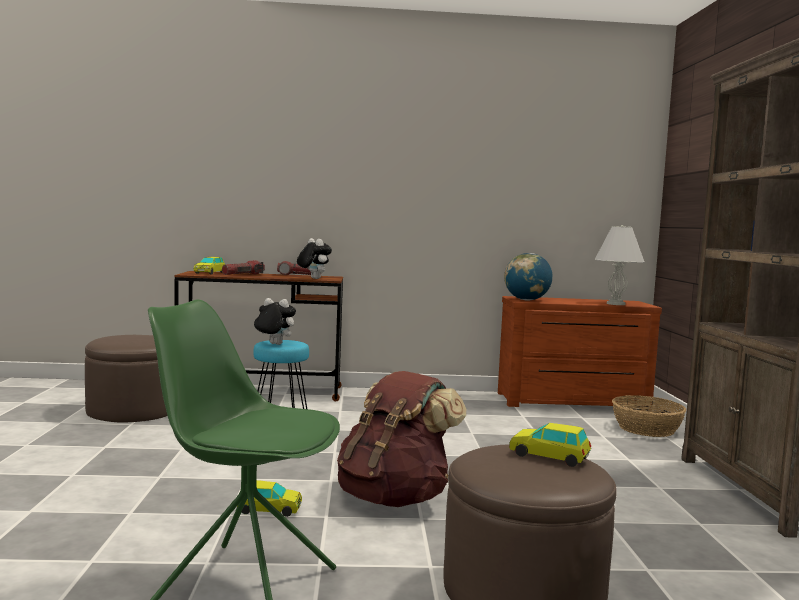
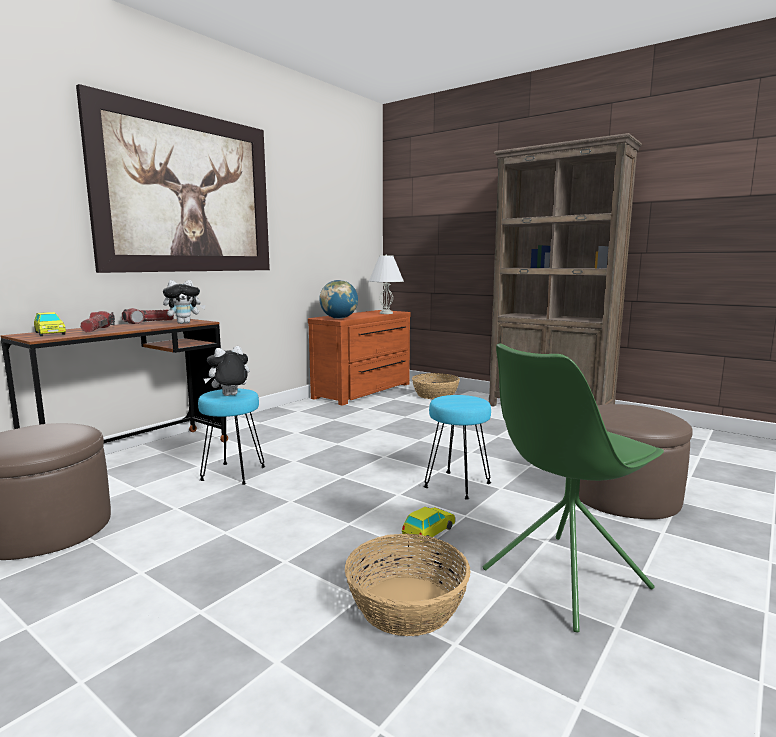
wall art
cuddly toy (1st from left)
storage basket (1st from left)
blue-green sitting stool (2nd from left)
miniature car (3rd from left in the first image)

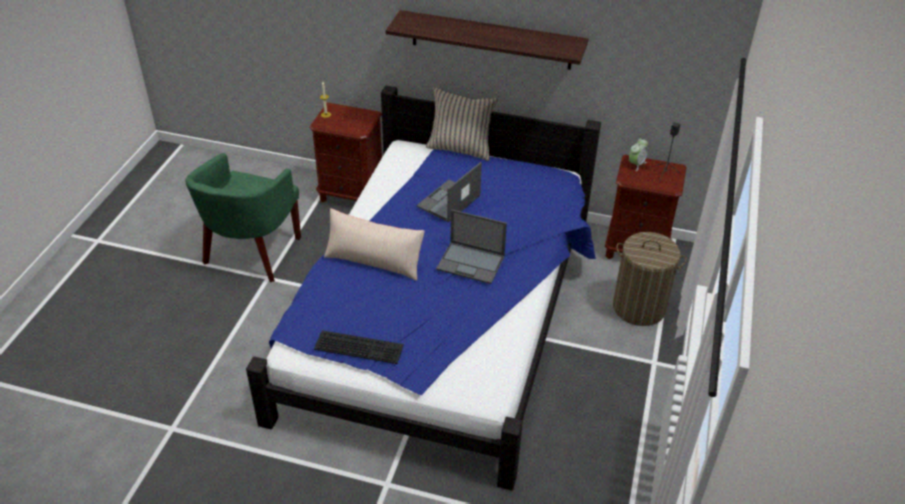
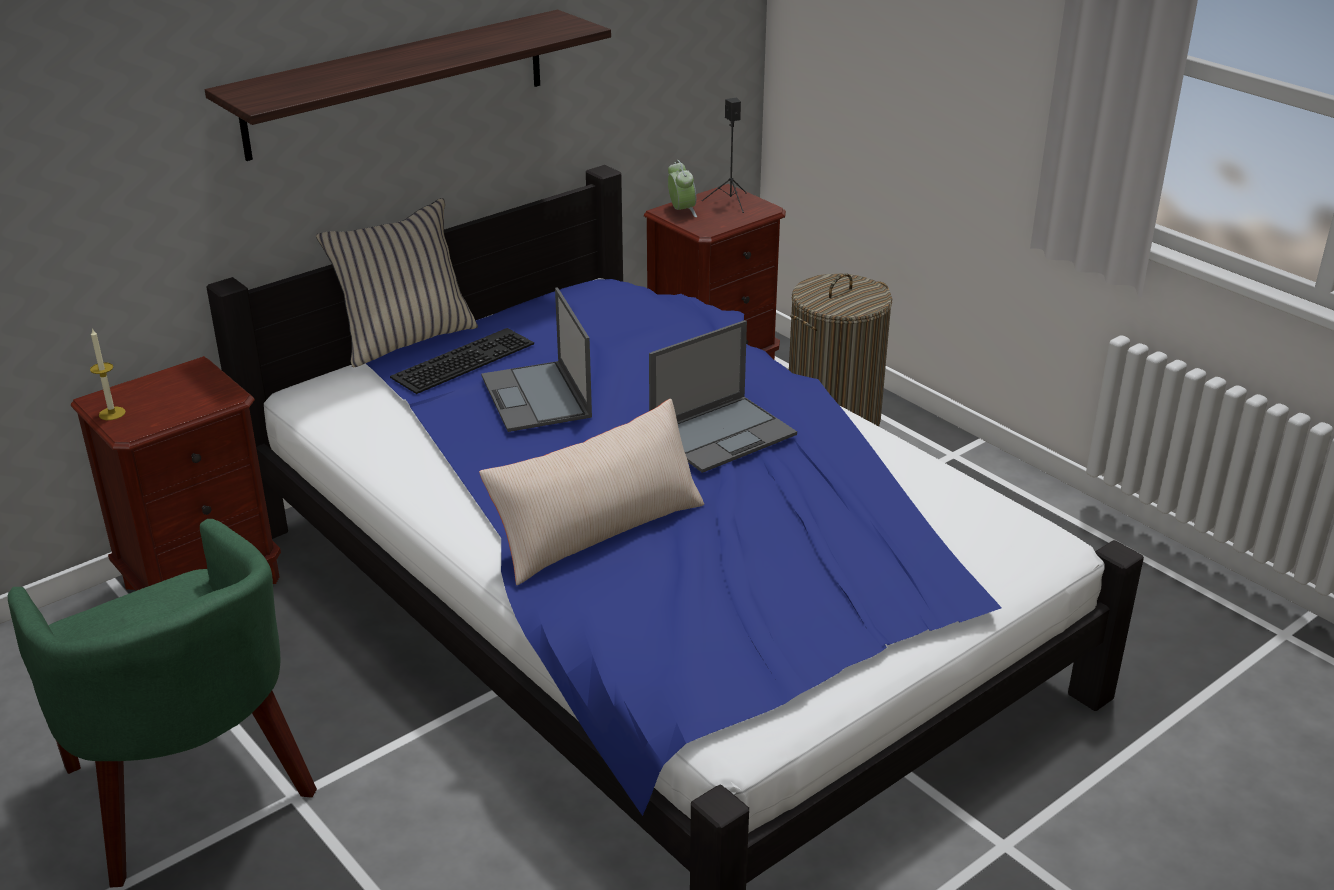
computer keyboard

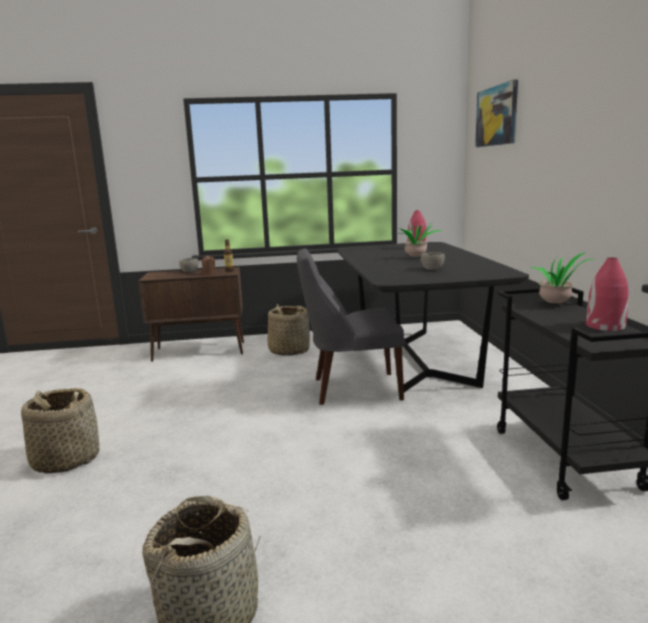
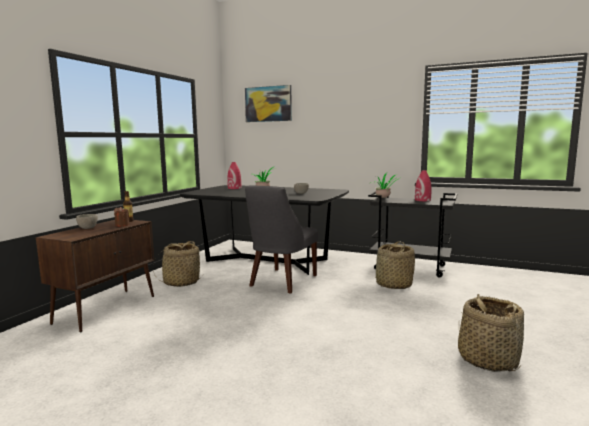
storage basket (2nd from left)

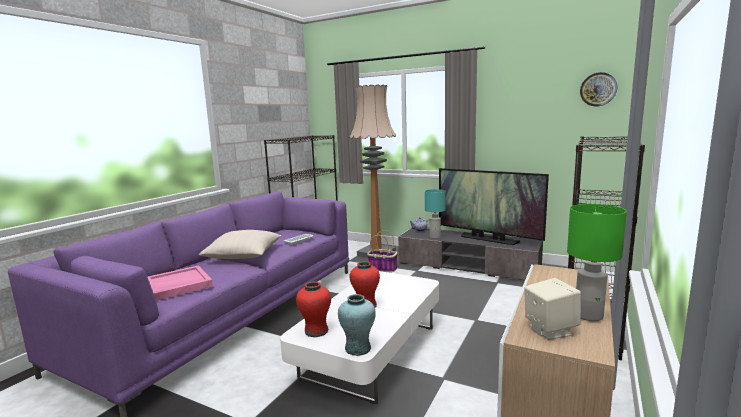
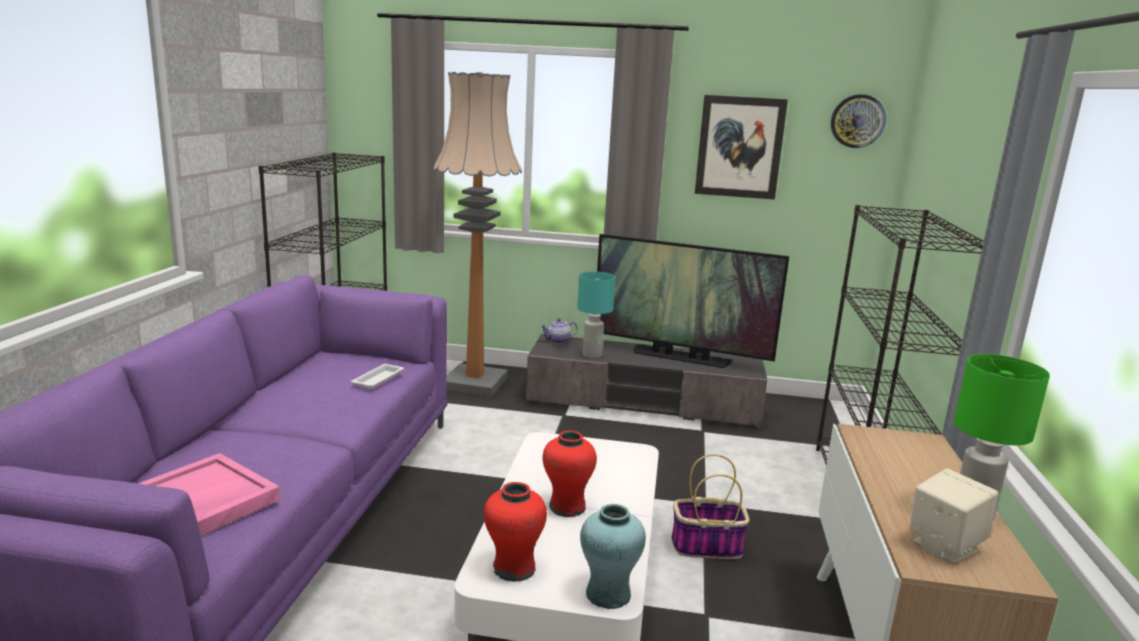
storage basket
wall art
beige-coloured cushion

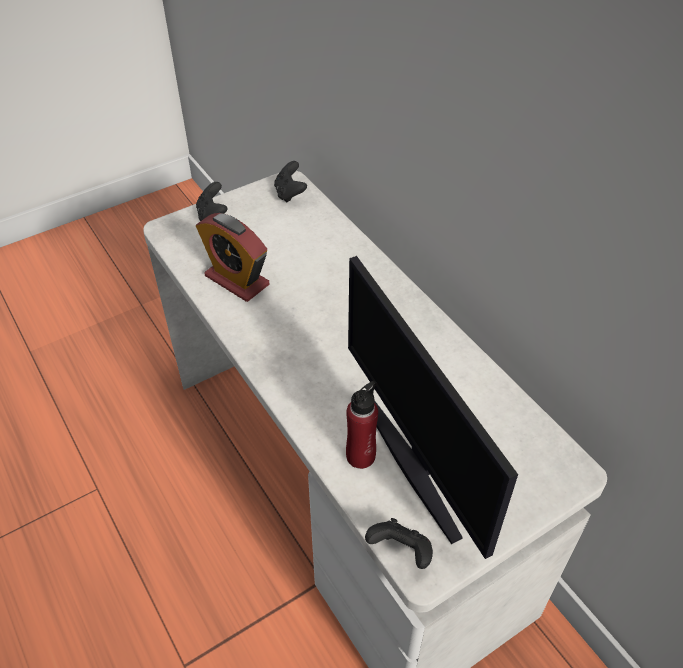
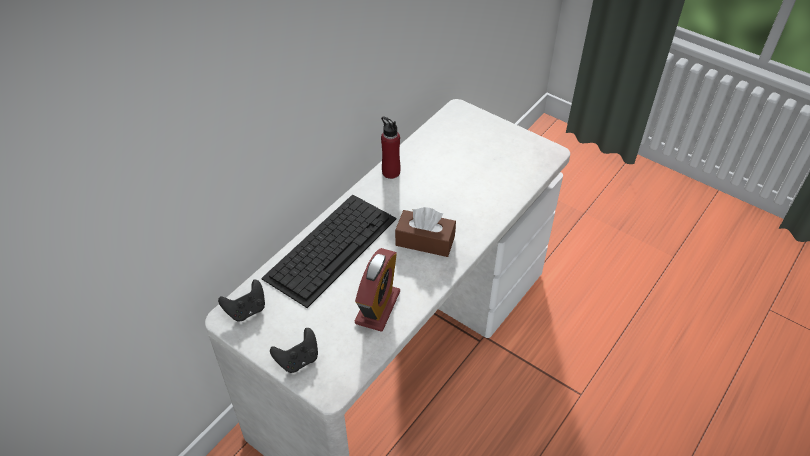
computer keyboard
red-coloured beverage bottle
brownish tissue box
monitor
blackish gamepad (3rd from left in the first image)

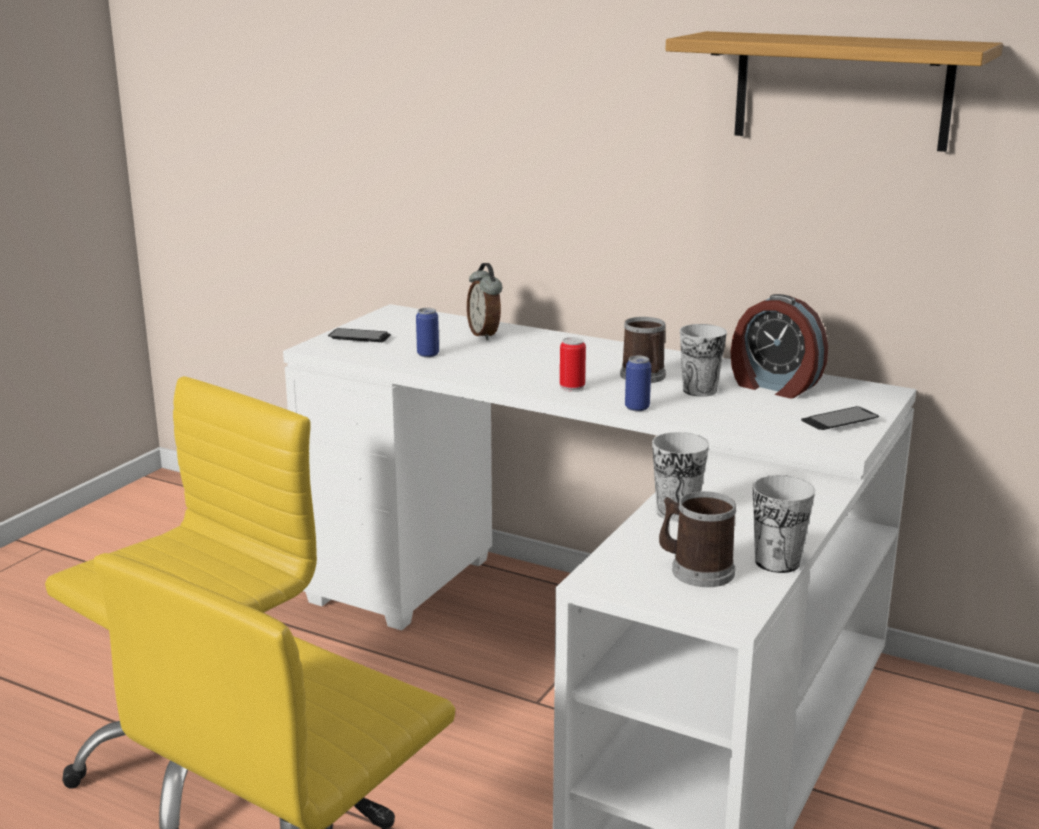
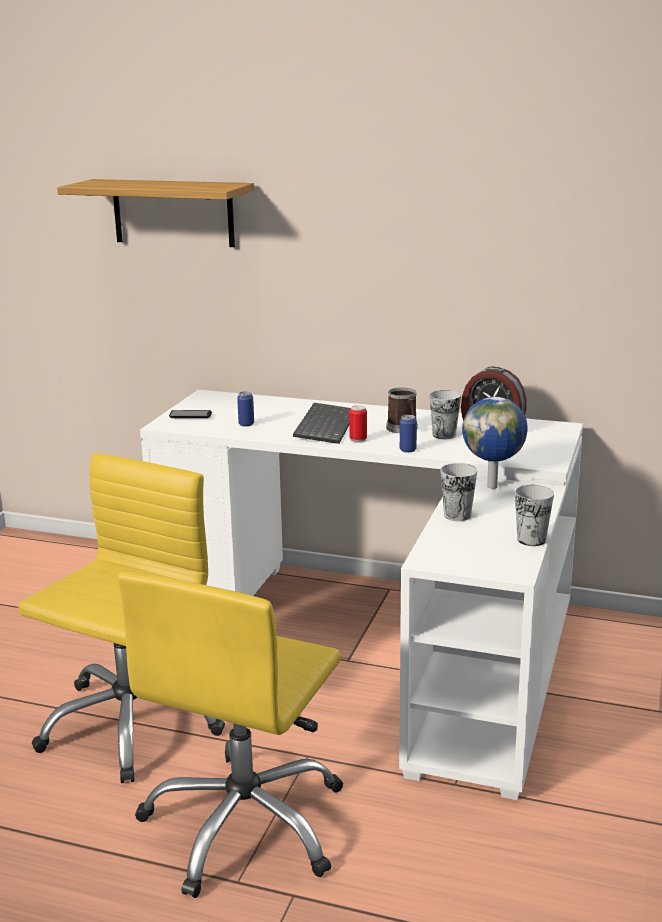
shelf
computer keyboard
globe
bedside clock (1st from left in the first image)
tea mug (2nd from left in the first image)
phone (2nd from left in the first image)

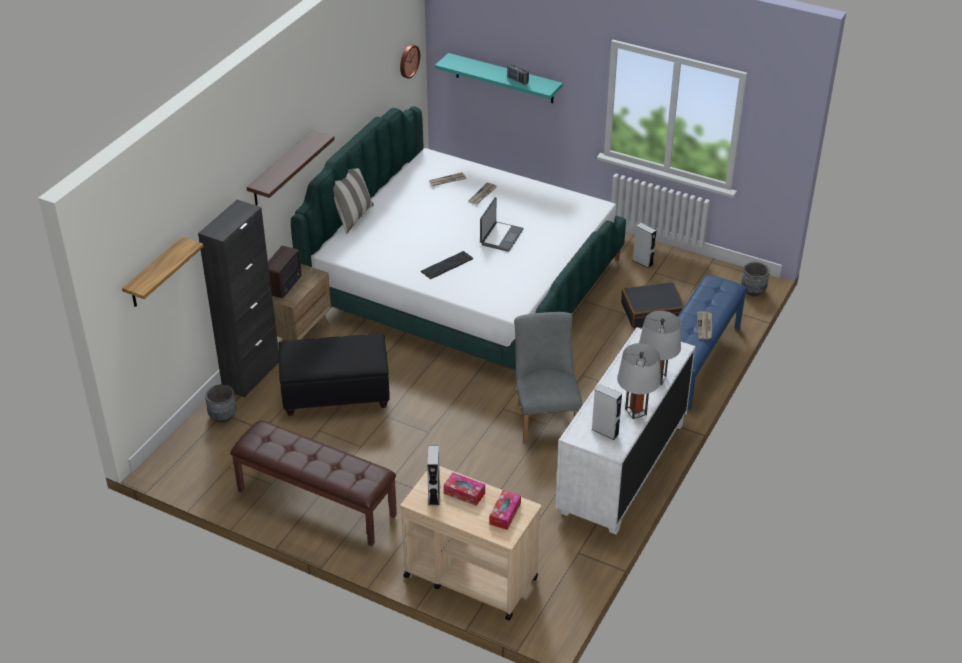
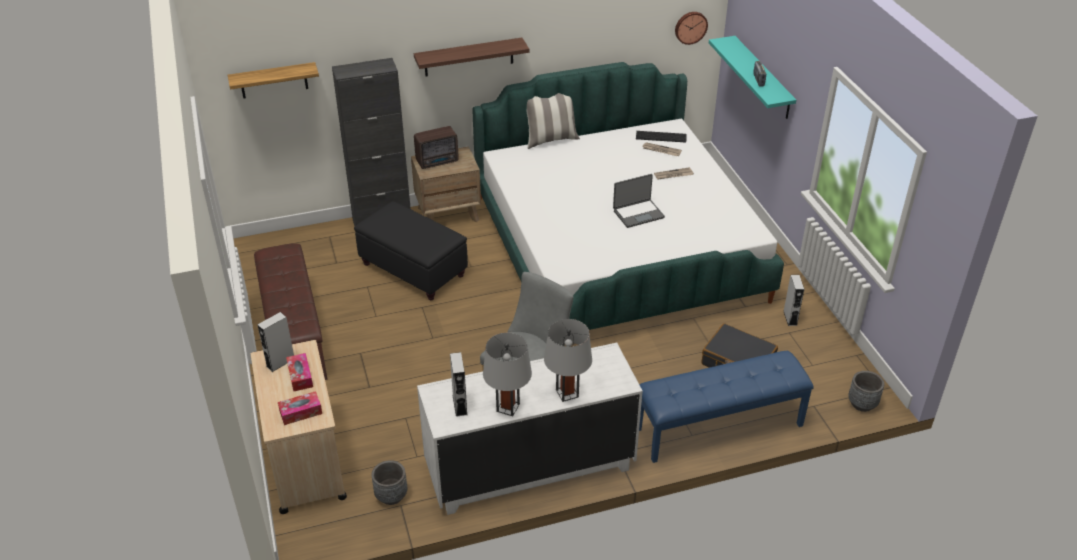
greyish planter (1st from left)
computer keyboard
printed paper (3rd from left in the first image)

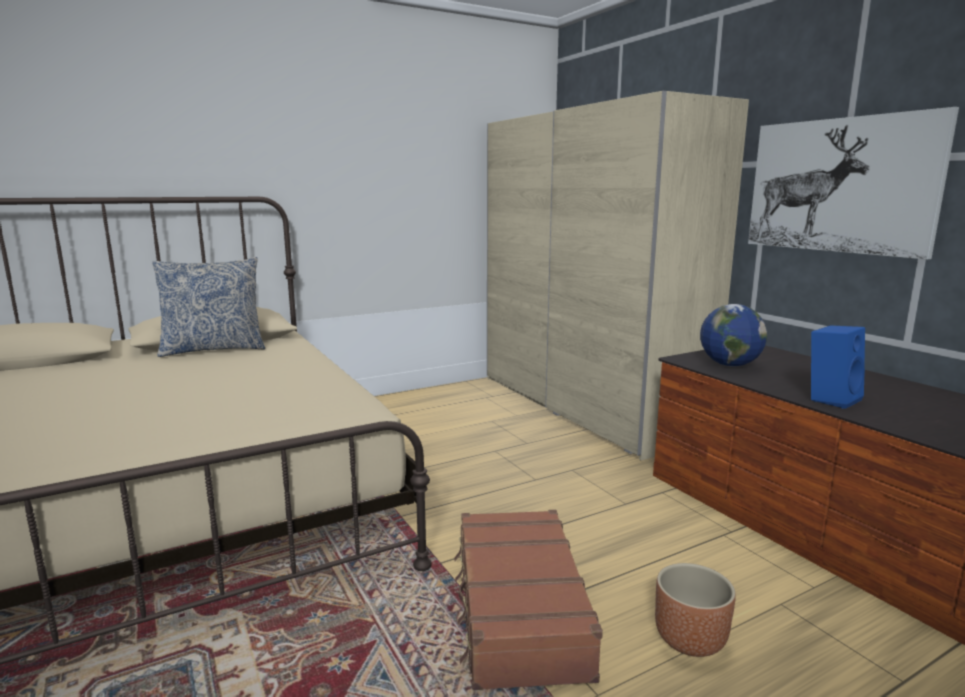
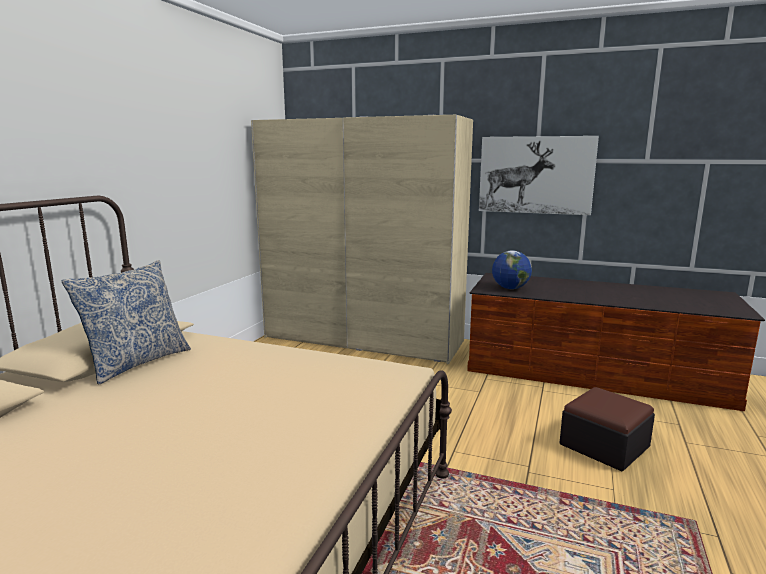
footrest
brownish piece of luggage
bluish speaker

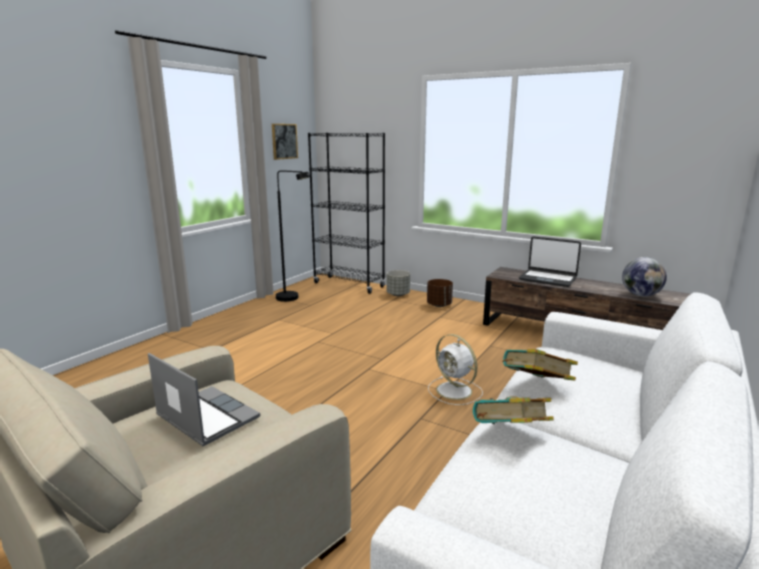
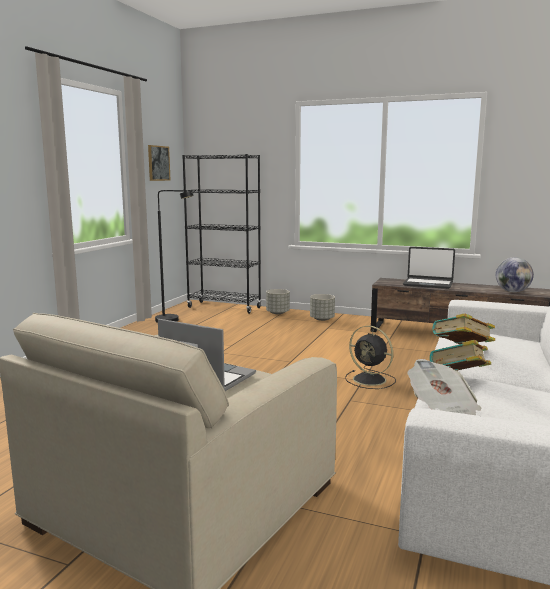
greyish planter (2nd from left)
blackish cooling fan
printed paper

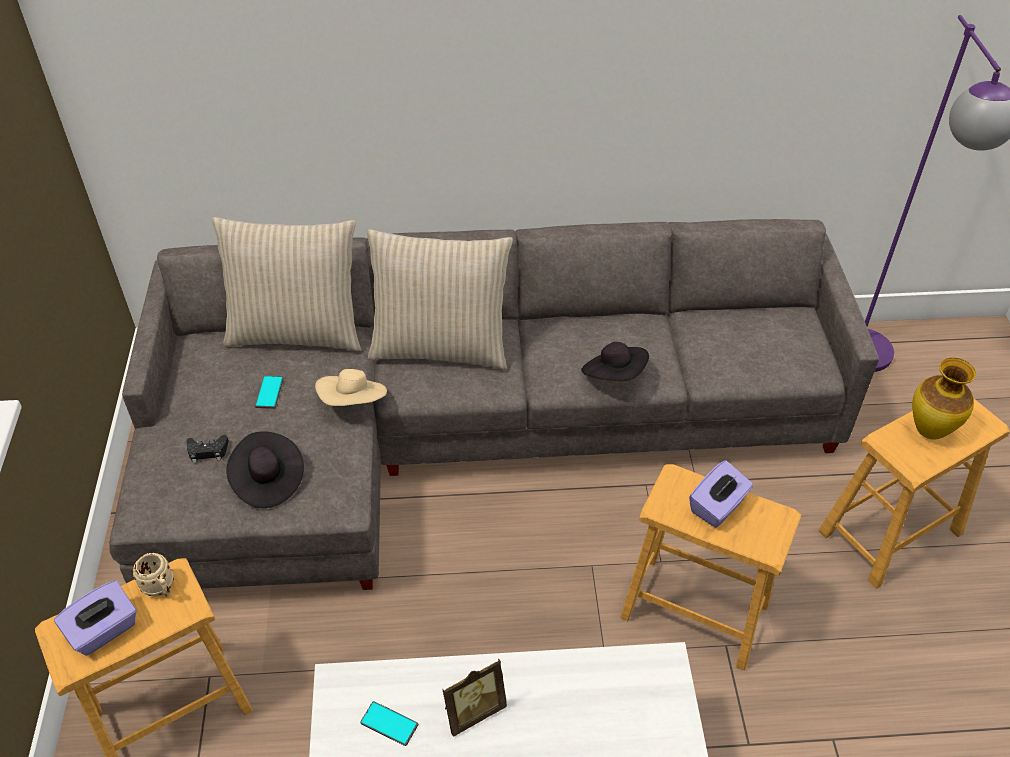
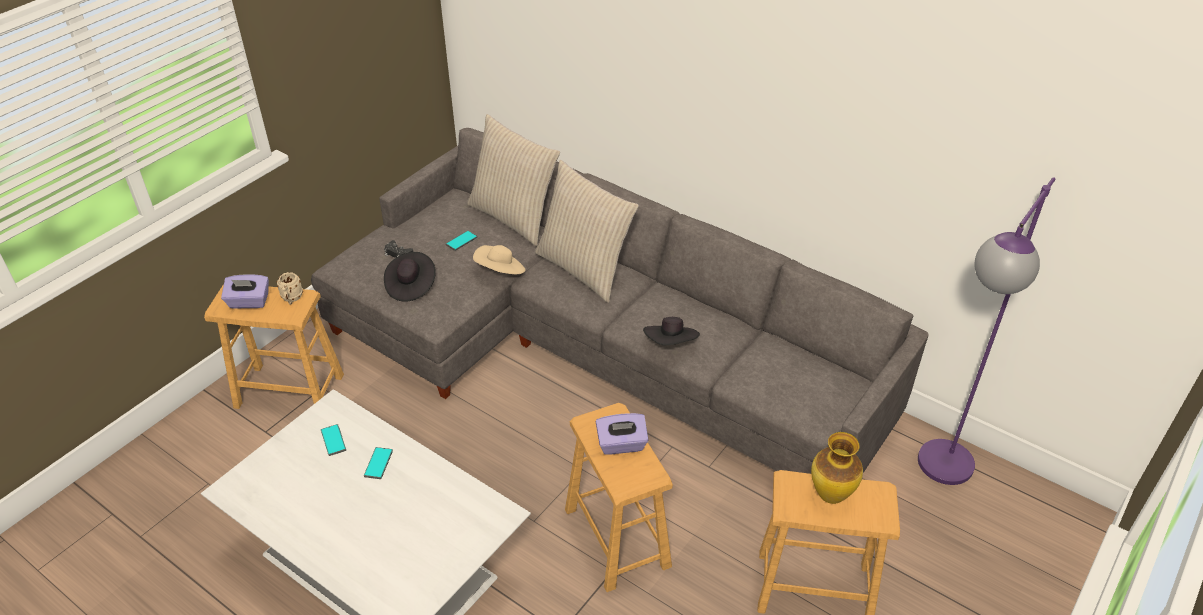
phone (2nd from left)

